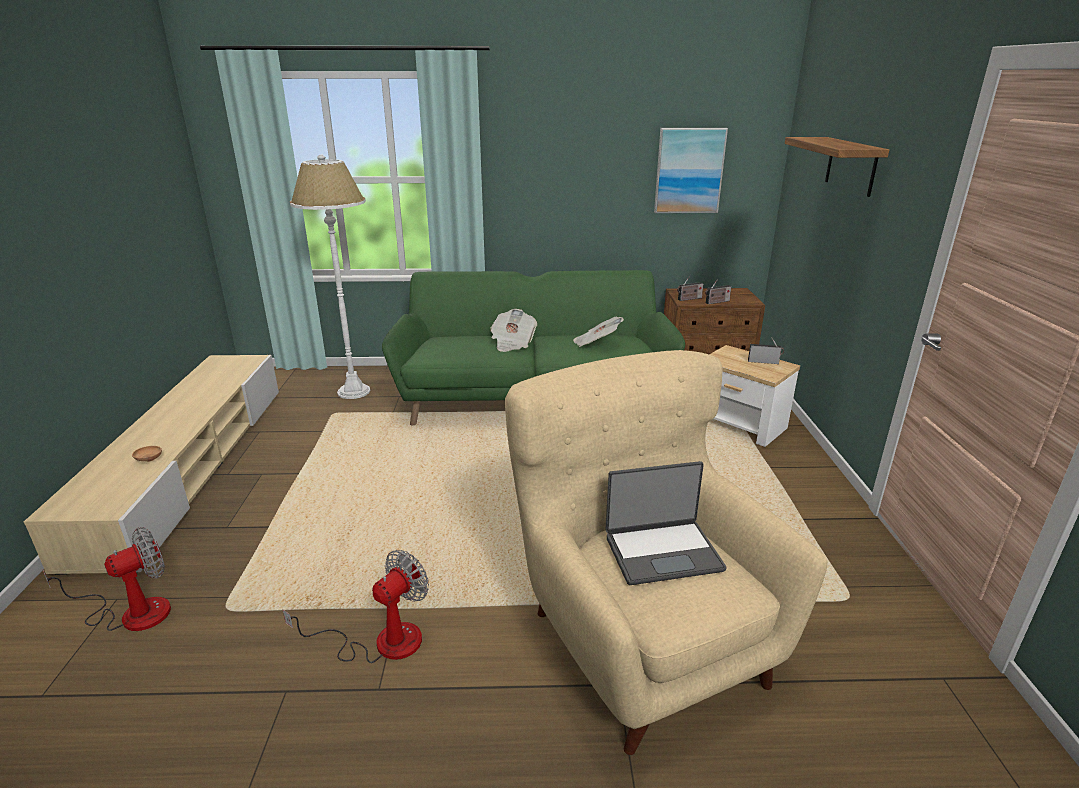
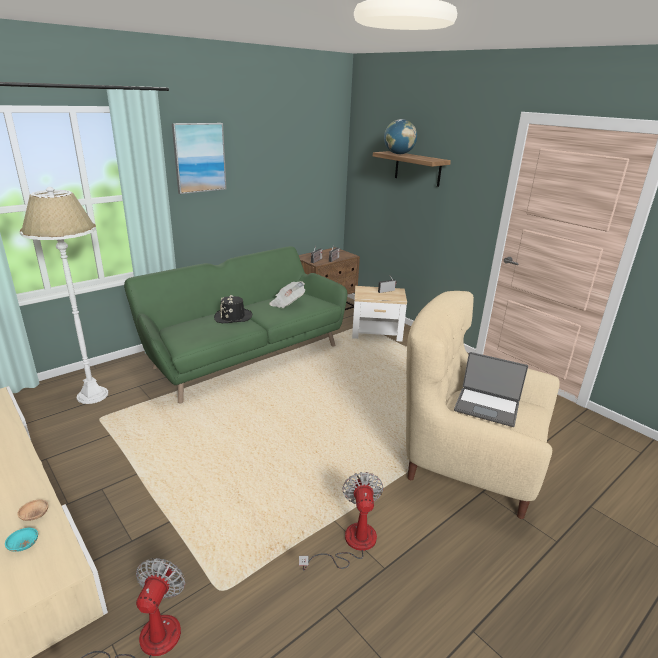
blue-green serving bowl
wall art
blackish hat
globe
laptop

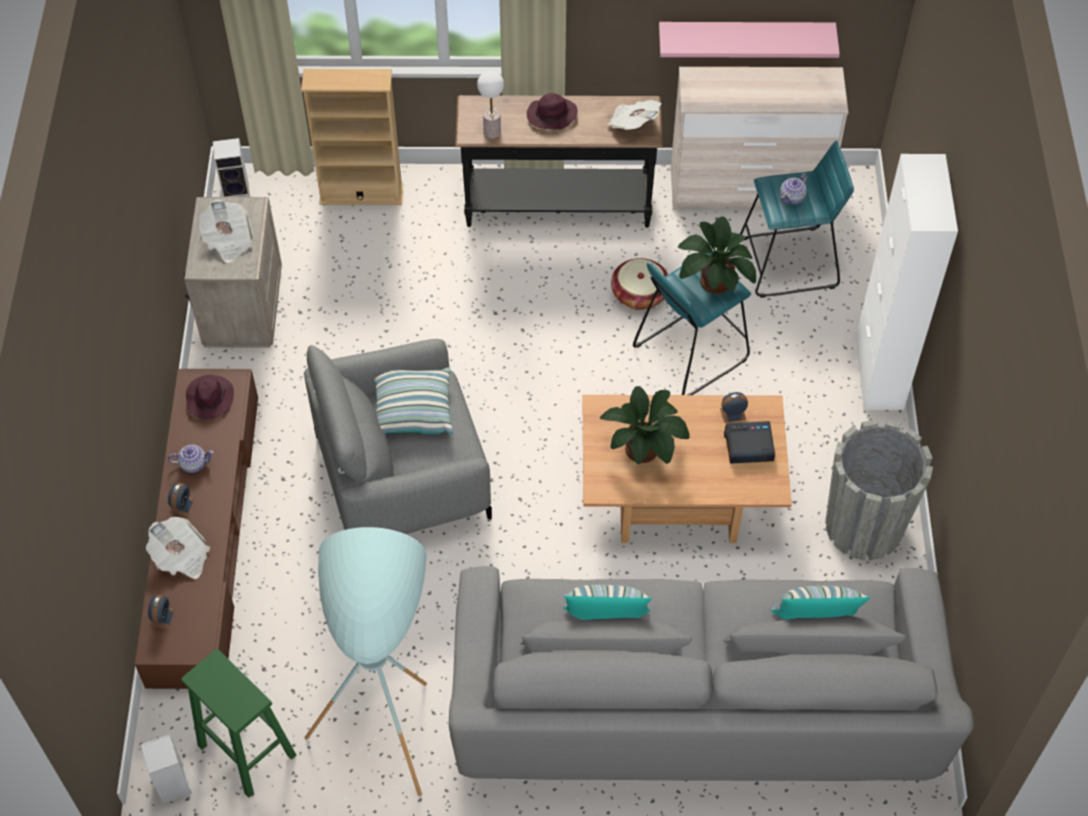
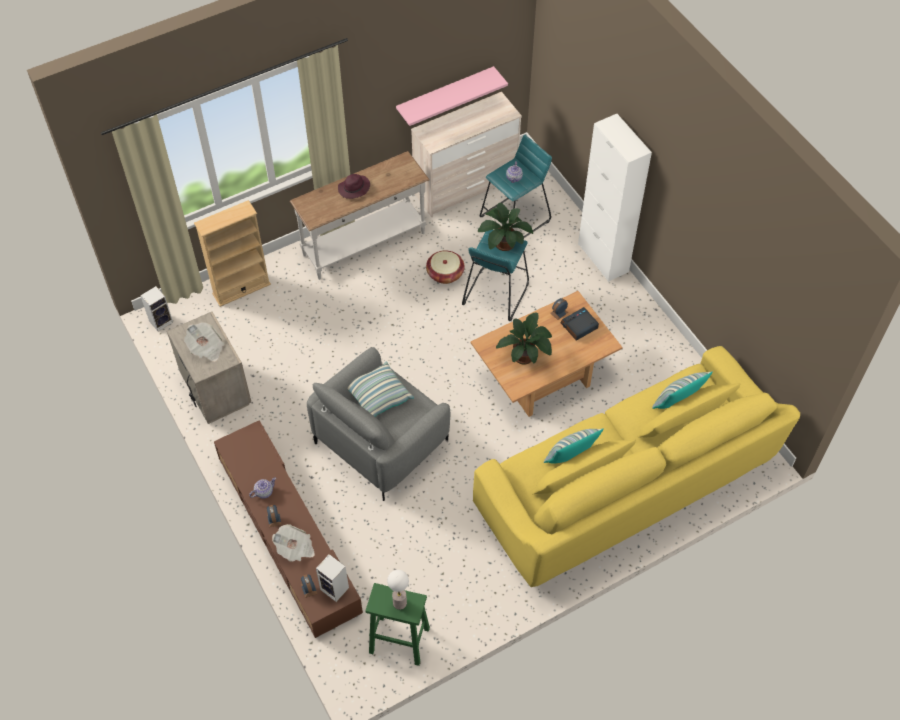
whitish console table
speaker (2nd from left)
lamp for a table
yellow couch
purple-coloured hat (1st from left in the first image)
blue-green floor lamp
printed paper (3rd from left in the first image)
greyish planter

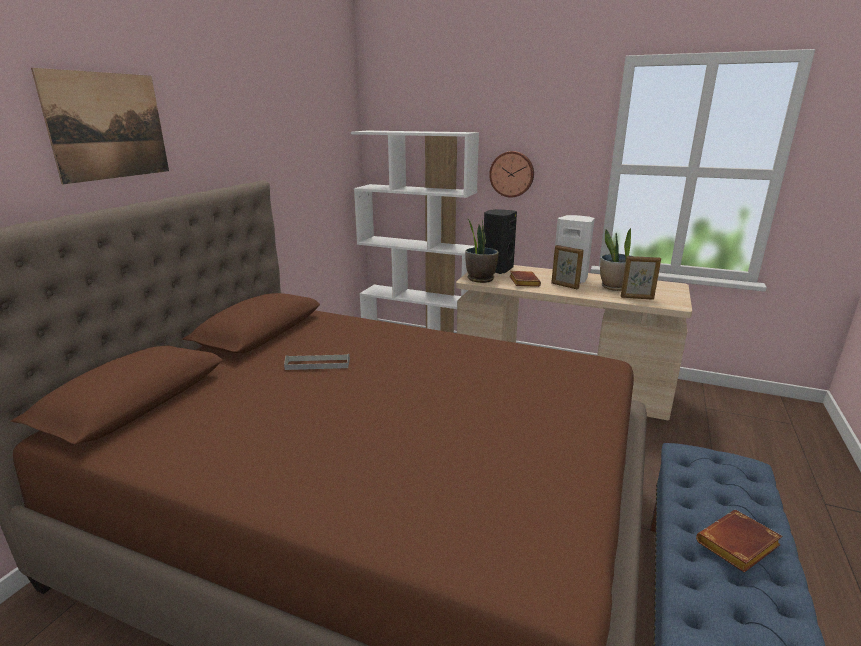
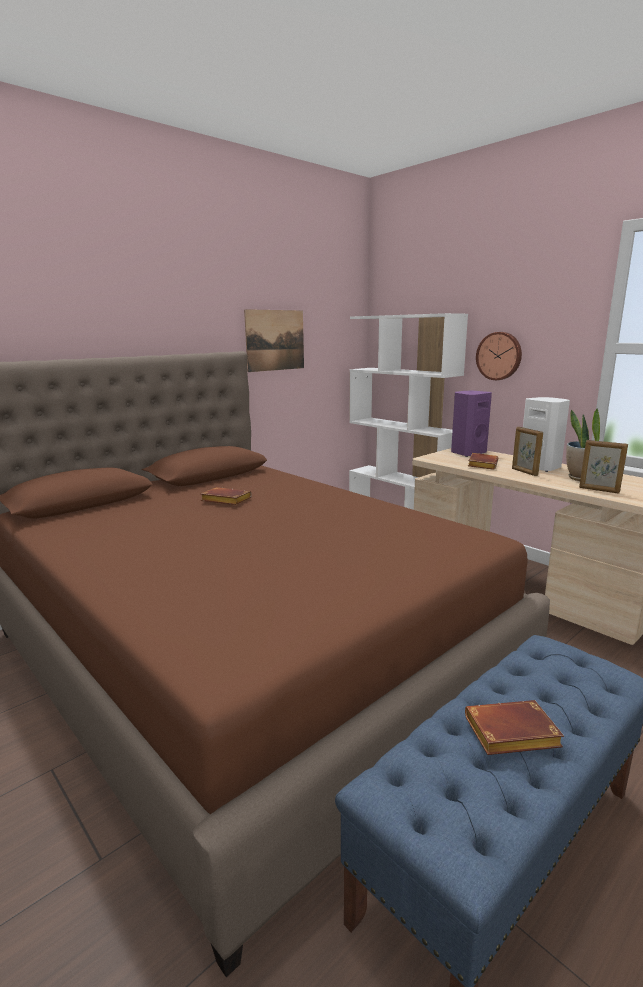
brownish volume (1st from left)
wall art
purple-coloured speaker
plant in a pot (1st from left in the first image)

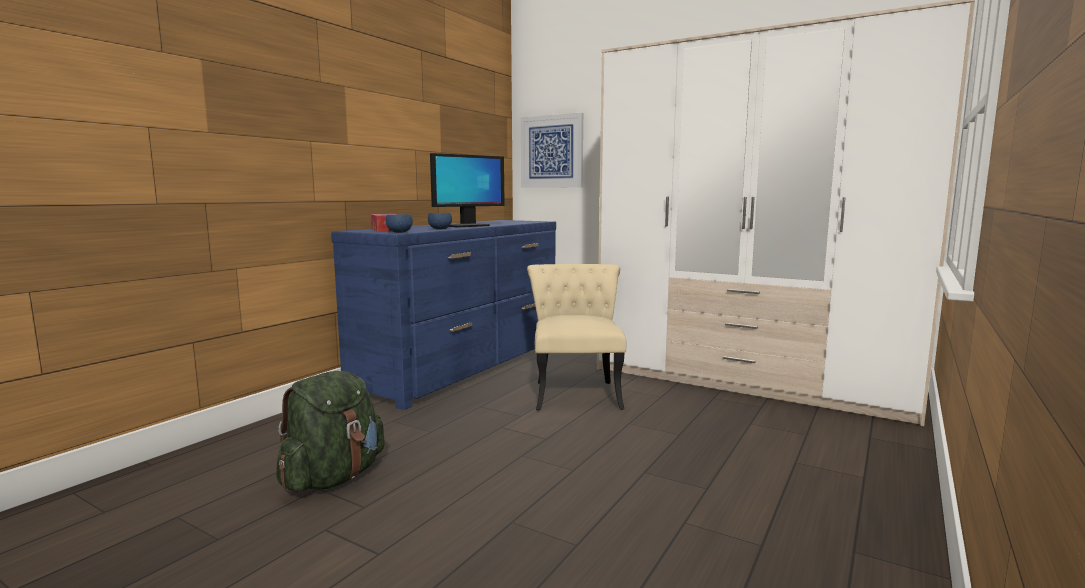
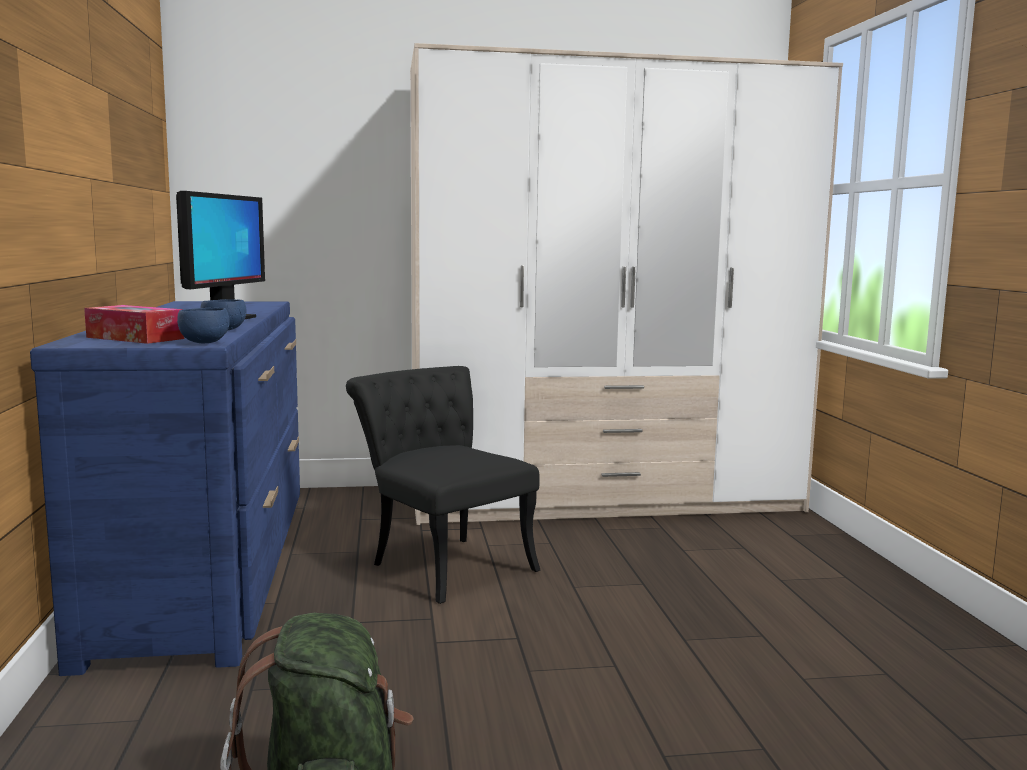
blackish chair
wall art

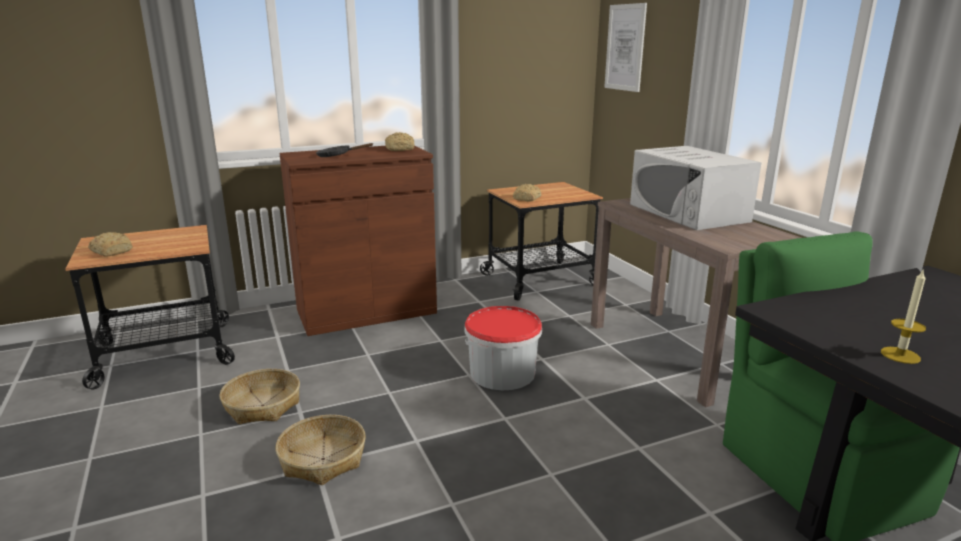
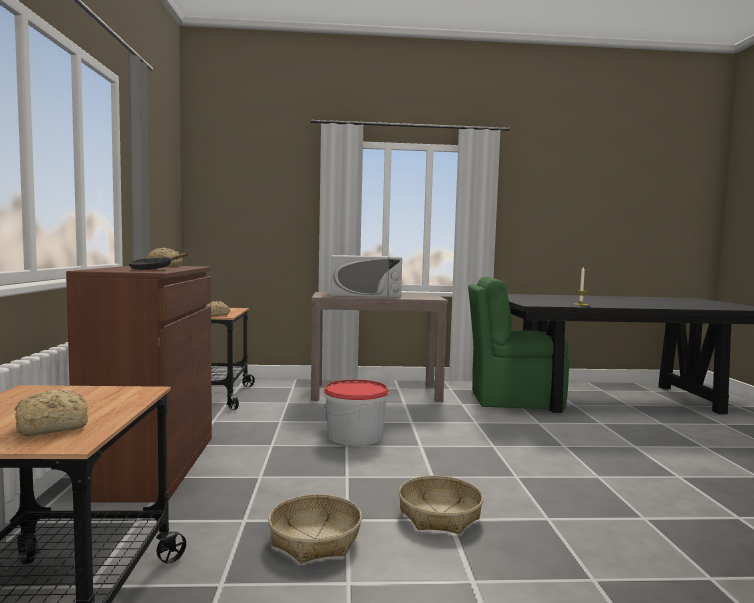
wall art

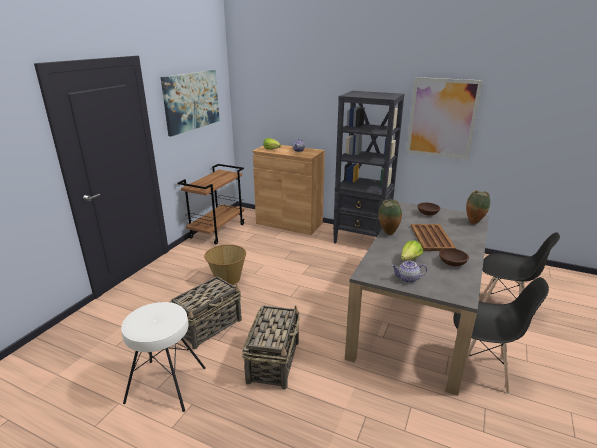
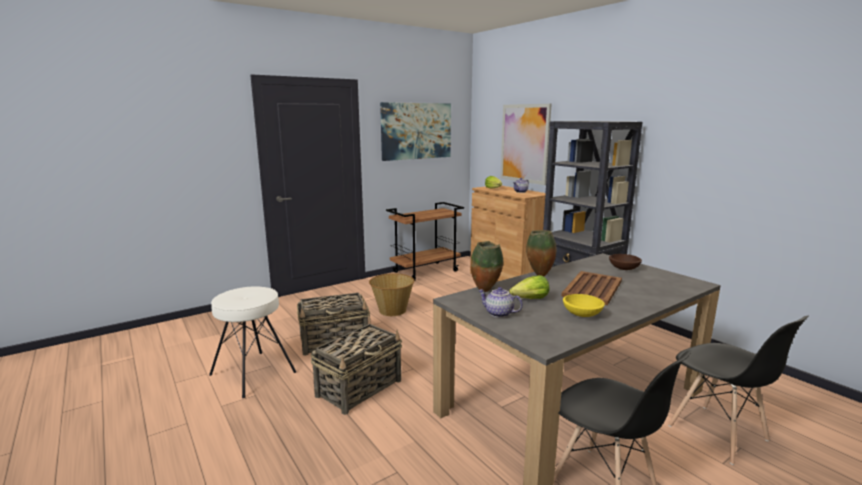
vase (1st from left)
wall art (2nd from left)
yellow serving bowl

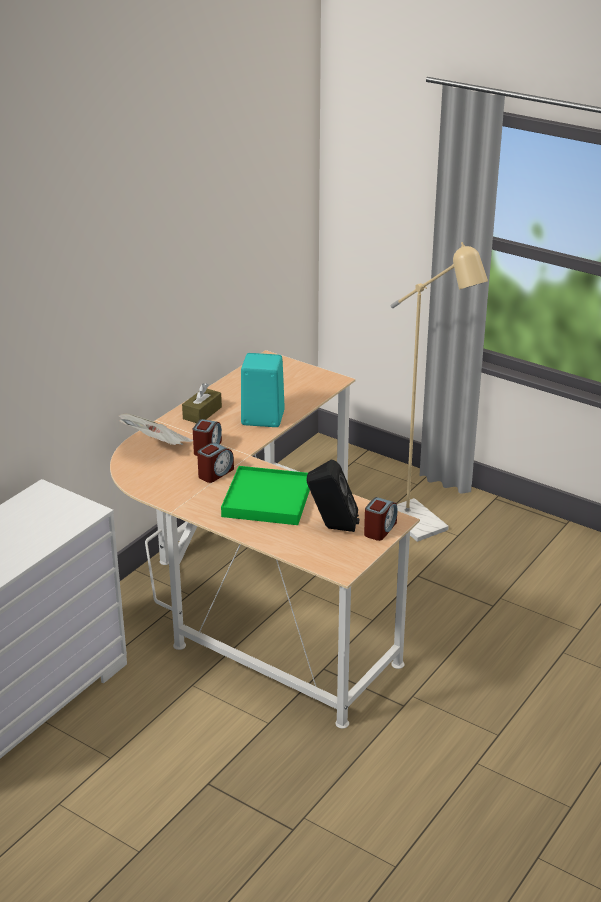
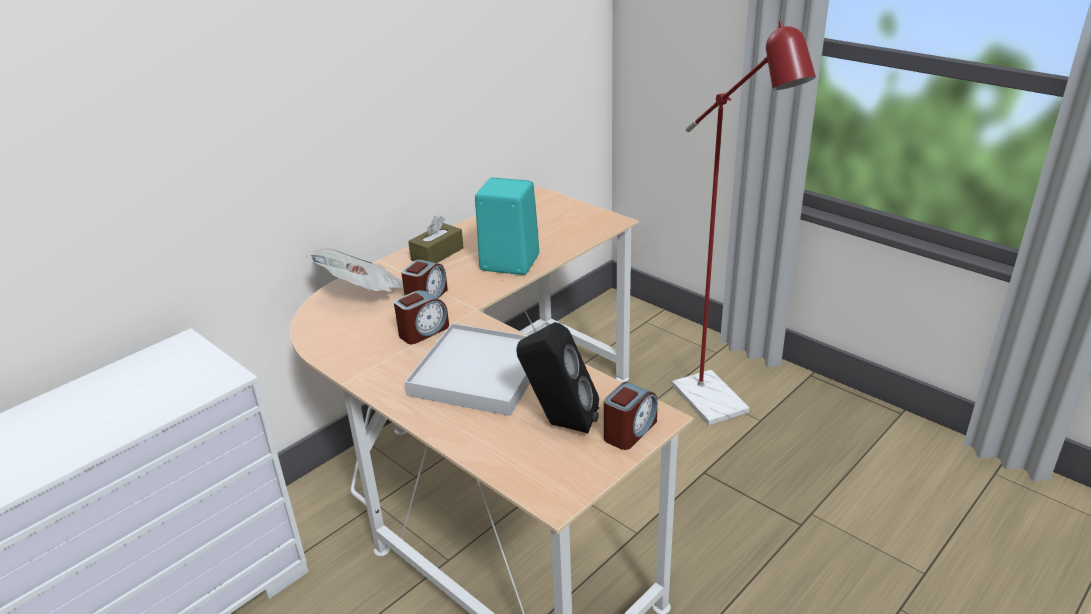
whitish carrying tray
red-coloured floor lamp

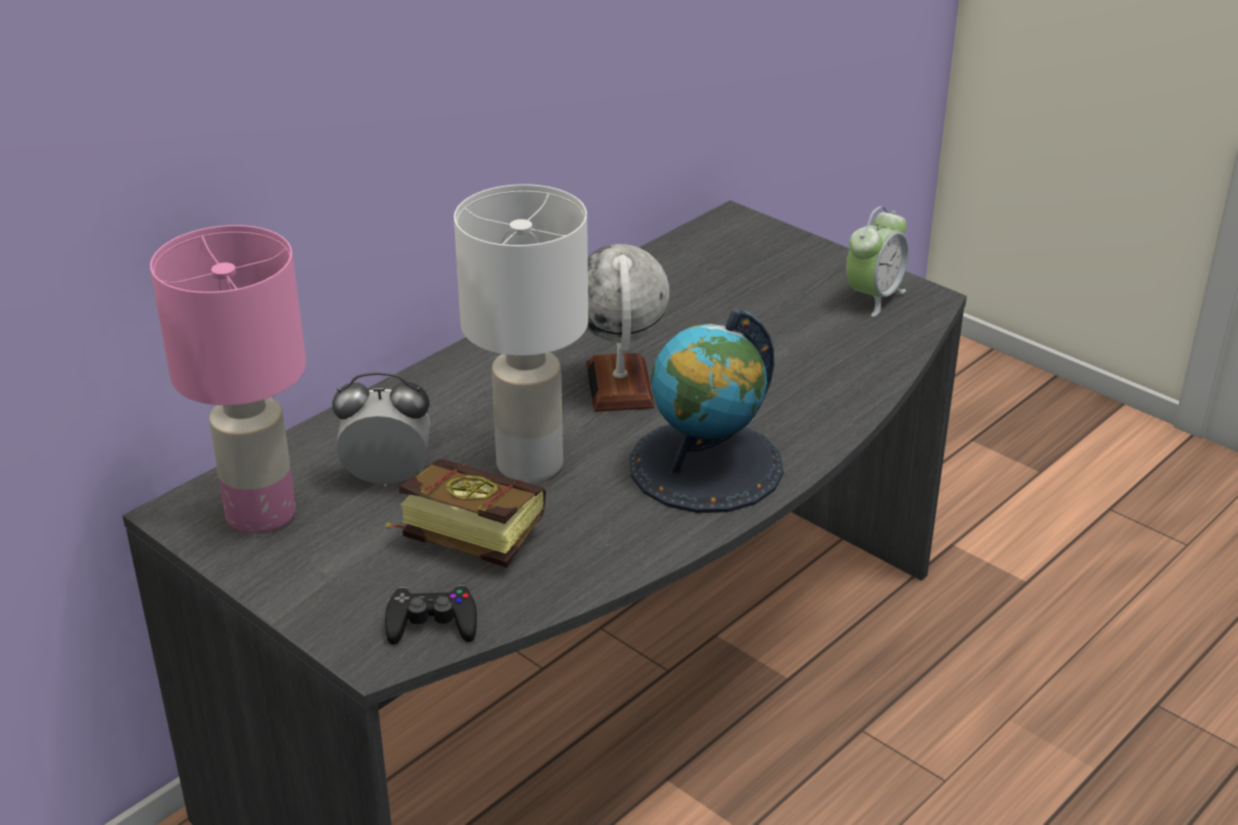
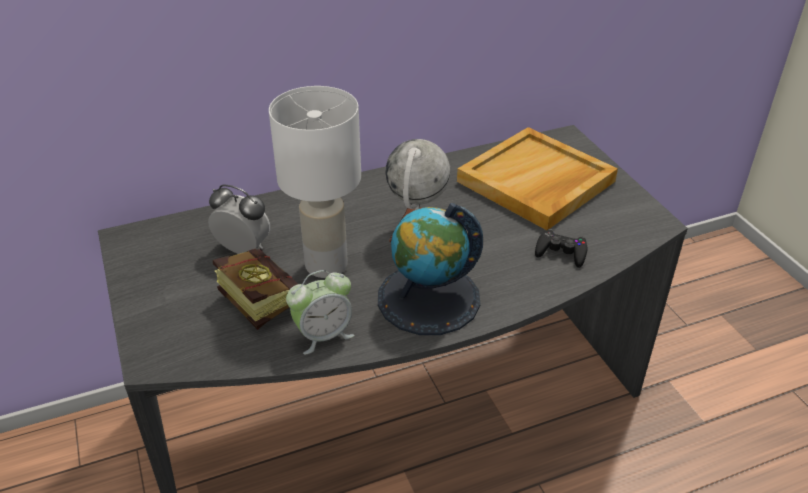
bedside clock (2nd from left)
beige-coloured carrying tray
blackish gamepad
pink lamp for a table

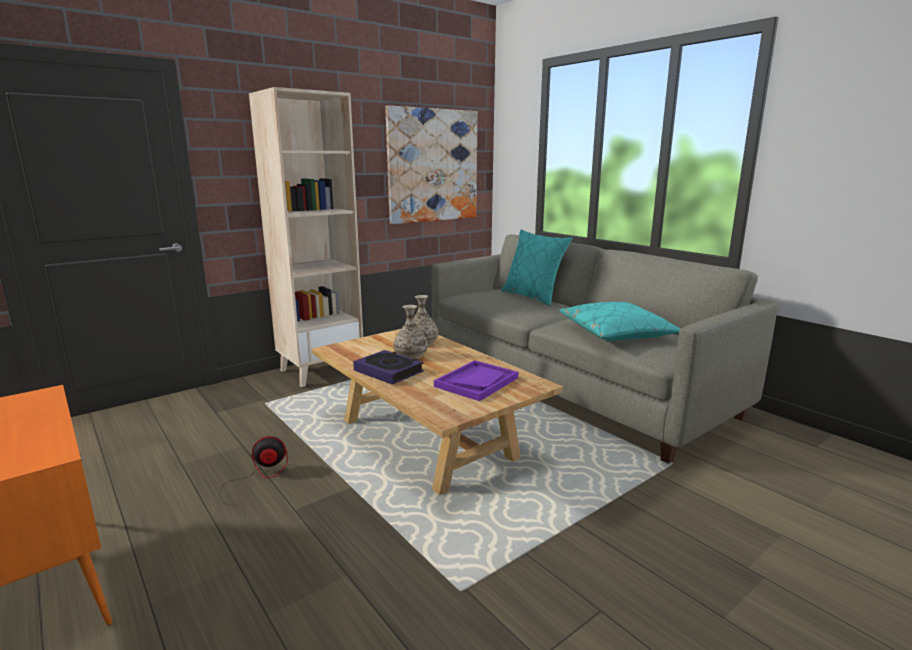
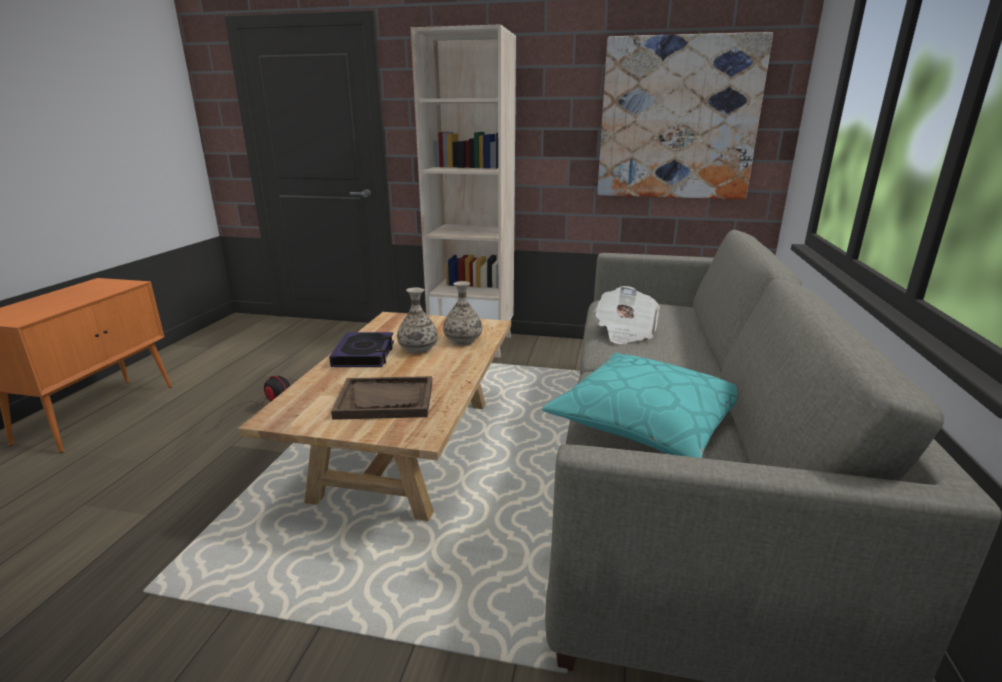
brownish carrying tray
printed paper
blue-green cushion (1st from left in the first image)

